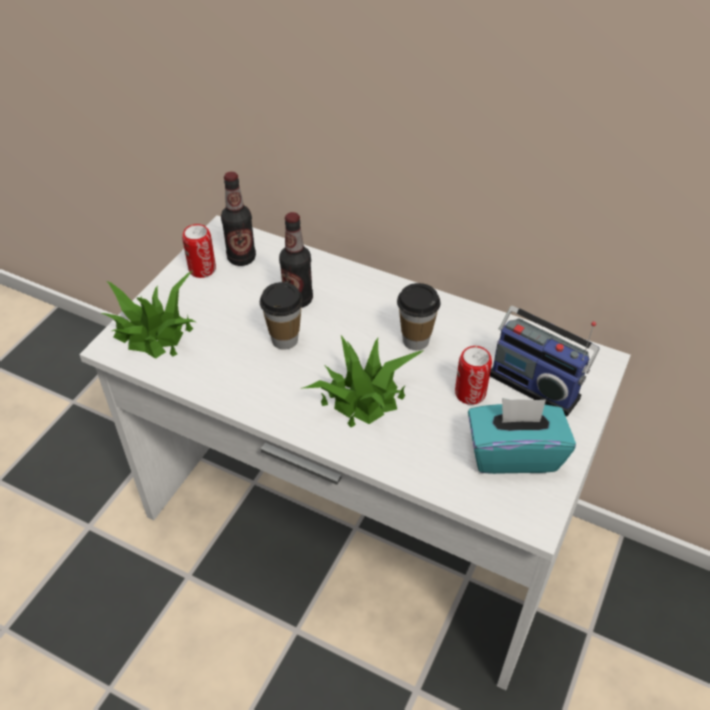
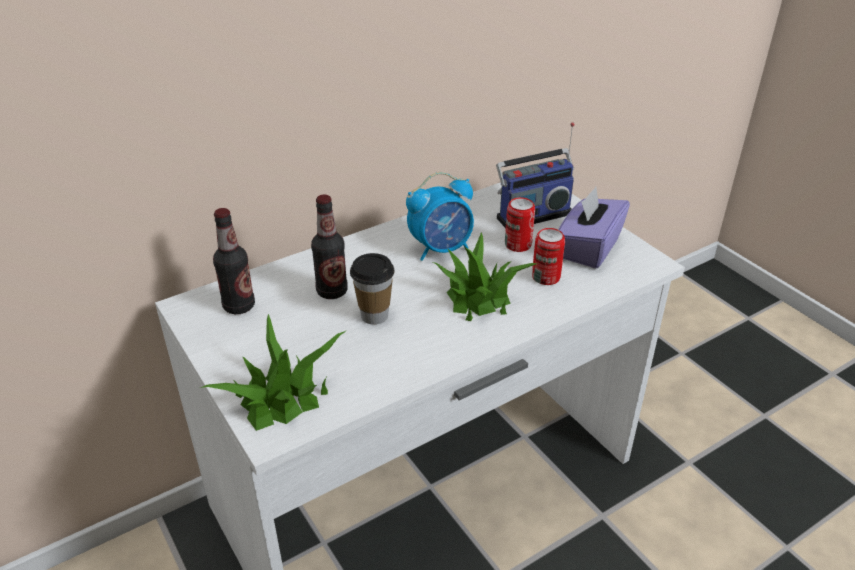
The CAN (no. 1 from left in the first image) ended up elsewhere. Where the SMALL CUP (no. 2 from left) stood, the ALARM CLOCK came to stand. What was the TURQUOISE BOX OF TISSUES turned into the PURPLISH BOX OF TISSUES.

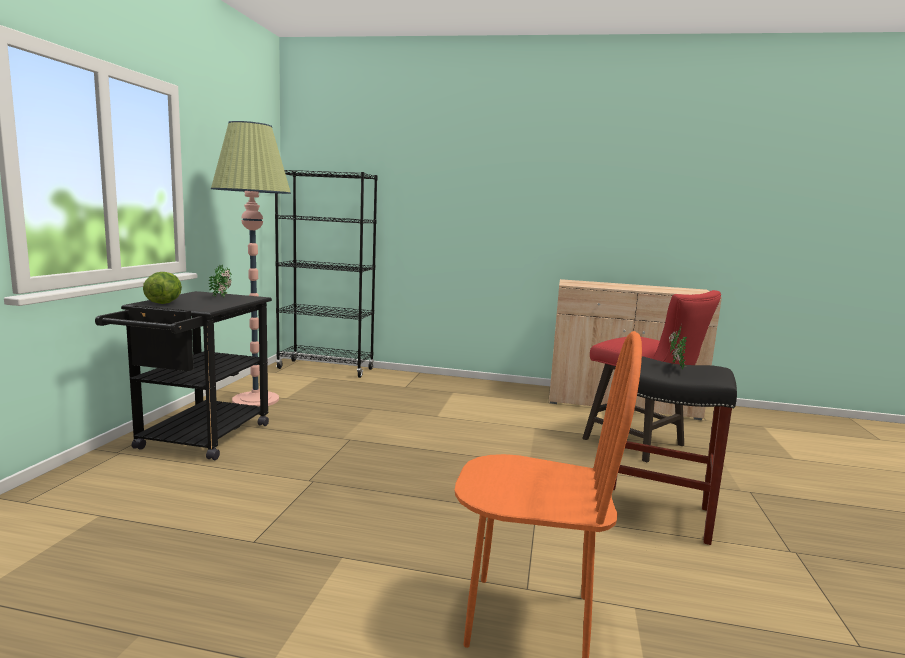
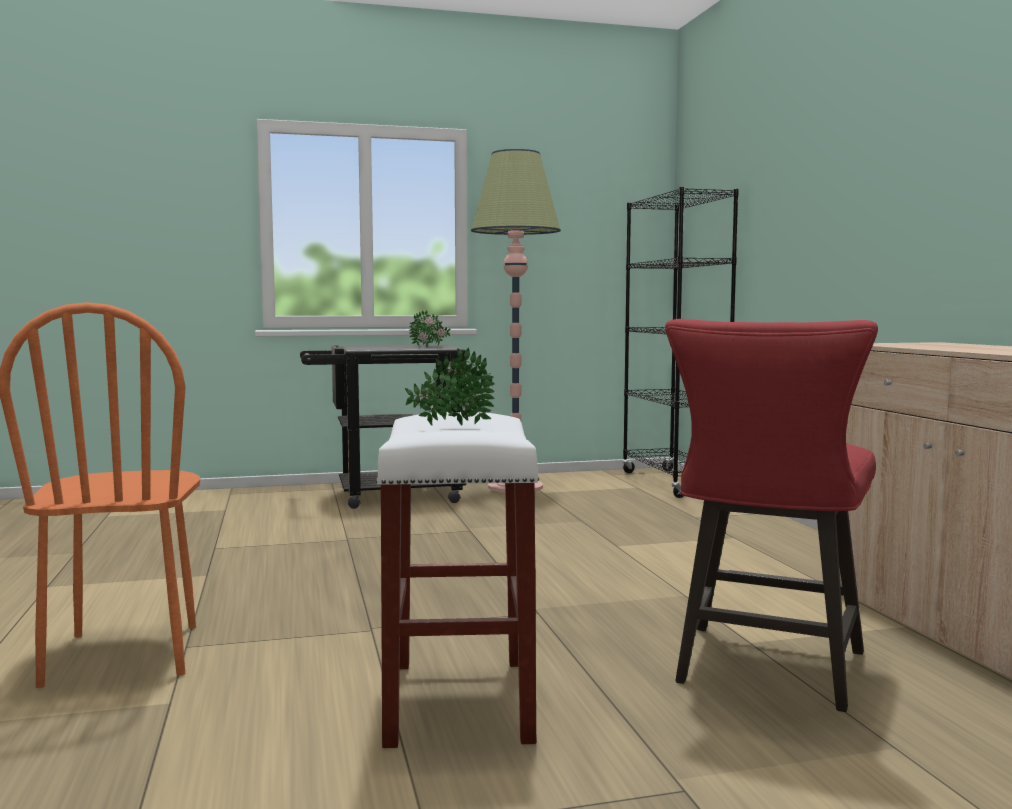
The second view lost the HEAD OF LETTUCE. What was the BLACKISH SITTING STOOL turned into the WHITE SITTING STOOL.

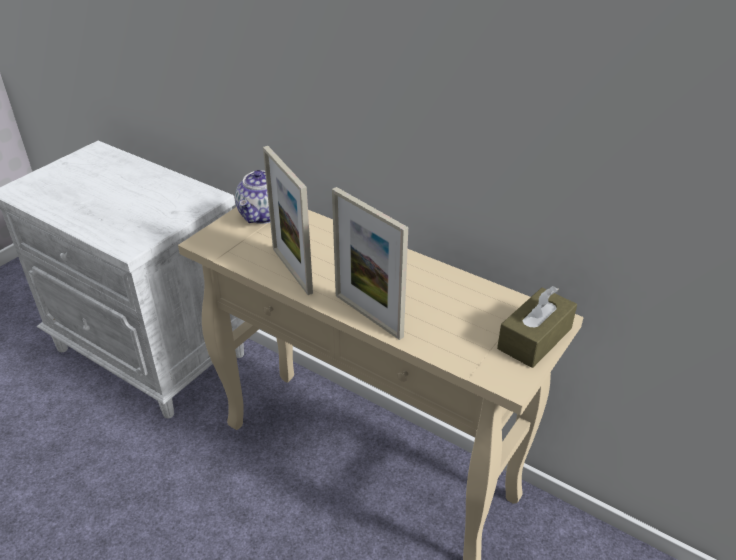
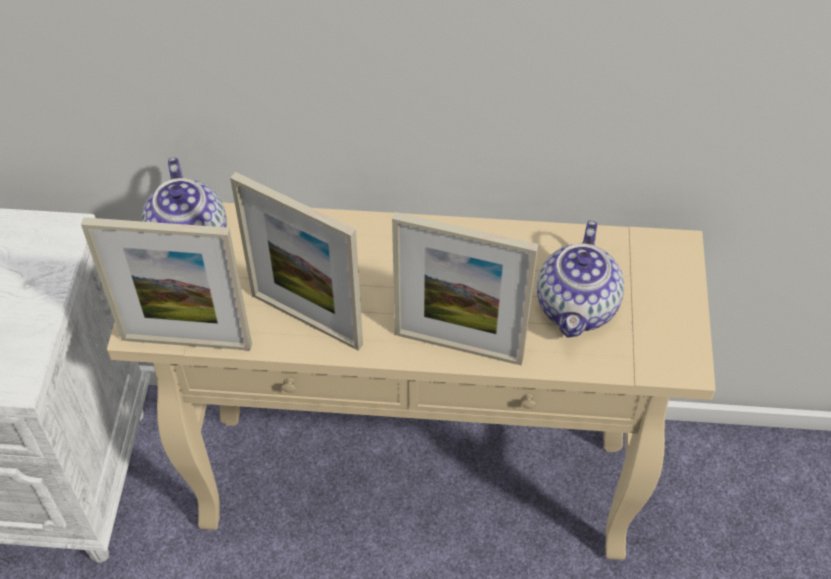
The second view lost the BROWNISH BOX OF TISSUES. The second view gained the PICTURE FRAME (no. 1 from left). The second view gained the TEAPOT (no. 2 from left).

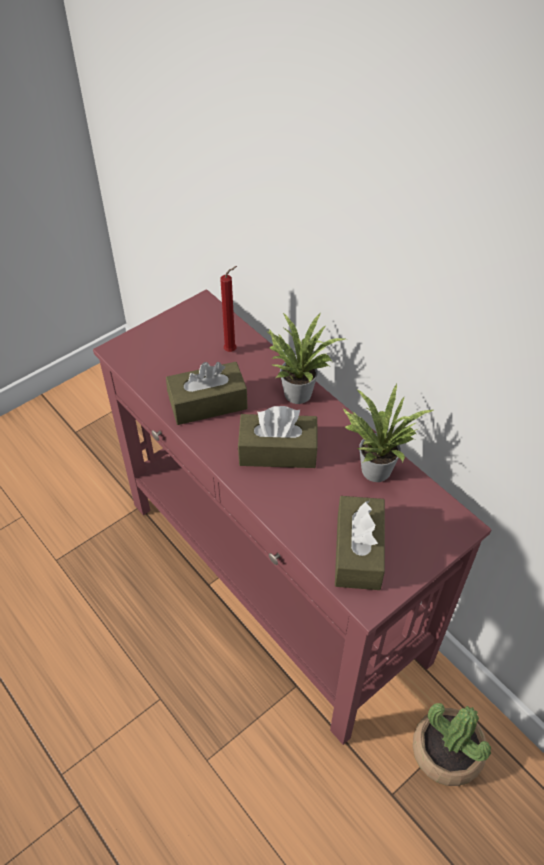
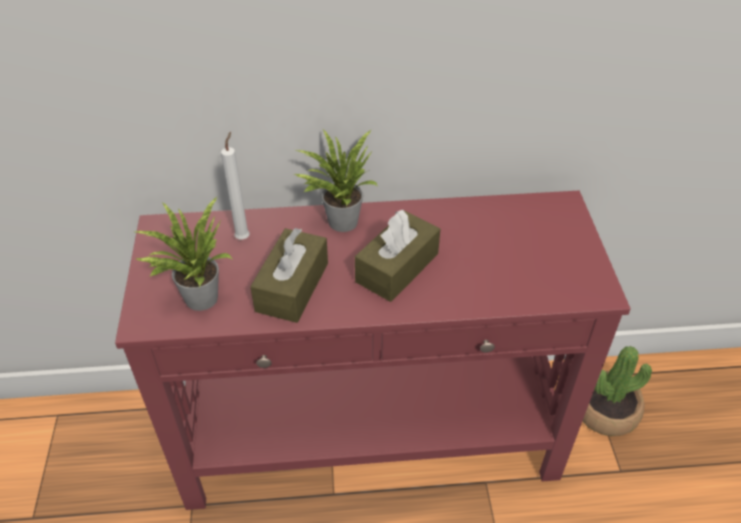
What was the REDDISH WAX LIGHT turned into the WHITE WAX LIGHT. The second view lost the BROWNISH BOX OF TISSUES (no. 3 from left). The PLANT IN A POT (no. 2 from left in the first image) ended up elsewhere.

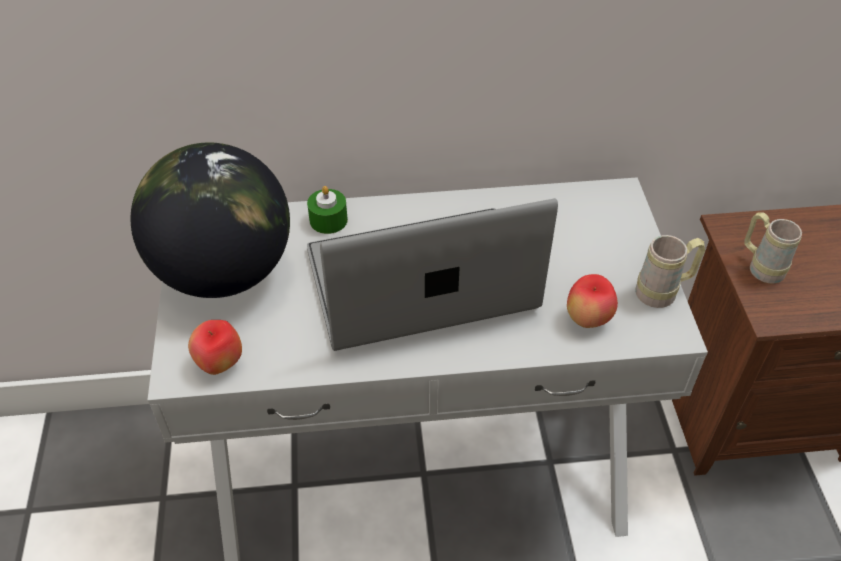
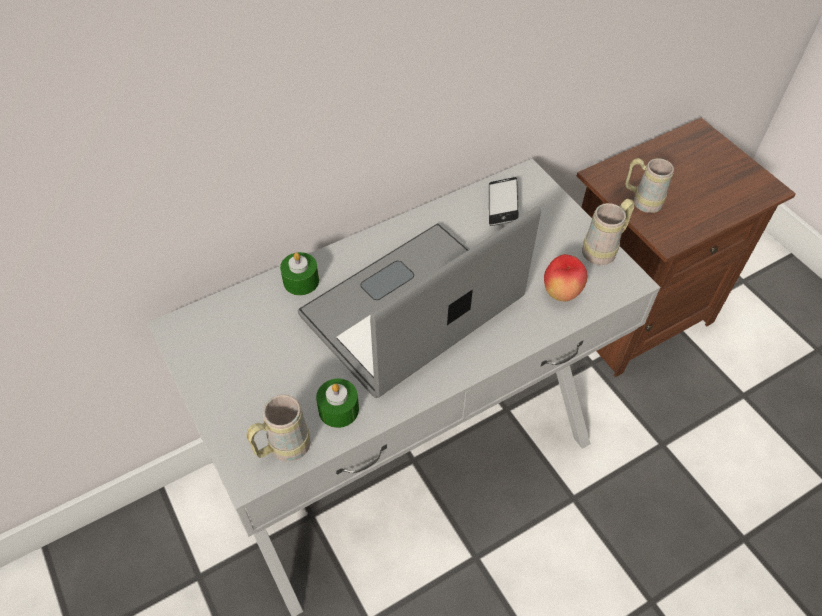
The second view lost the GLOBE. Where the APPLE FRUIT (no. 1 from left) stood, the BEIGE COFFEE MUG (no. 1 from left) came to stand. The second view gained the GREEN-COLOURED WAX LIGHT (no. 2 from left). The second view gained the TELEPHONE.

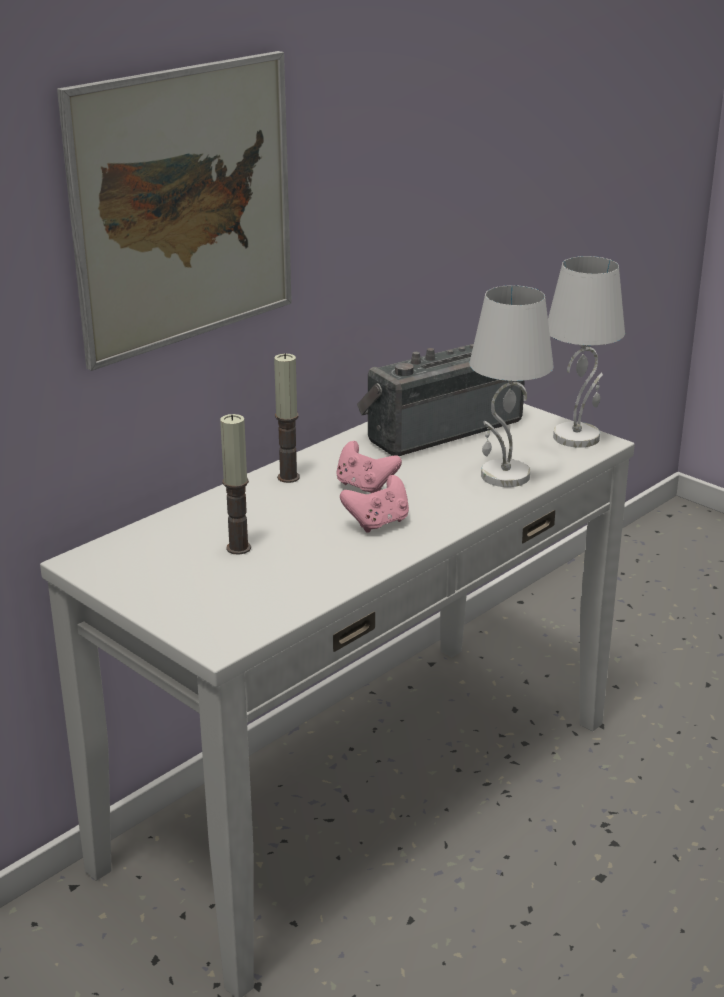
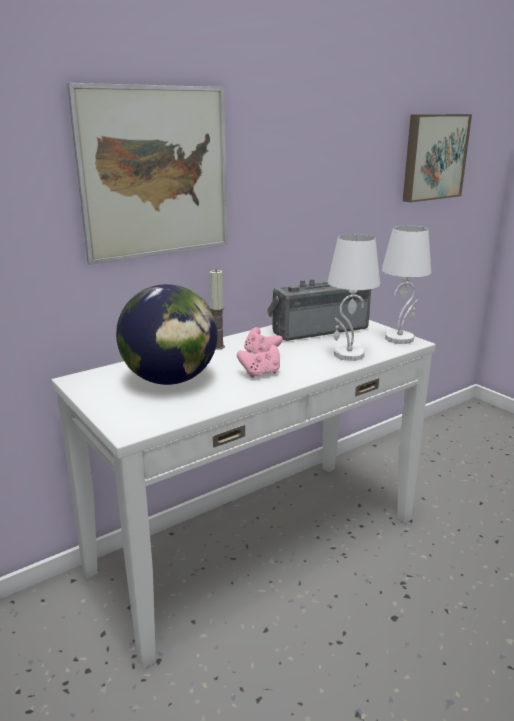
Where the WAX LIGHT (no. 1 from left) stood, the GLOBE came to stand. The second view gained the WALL PICTURE (no. 2 from left).

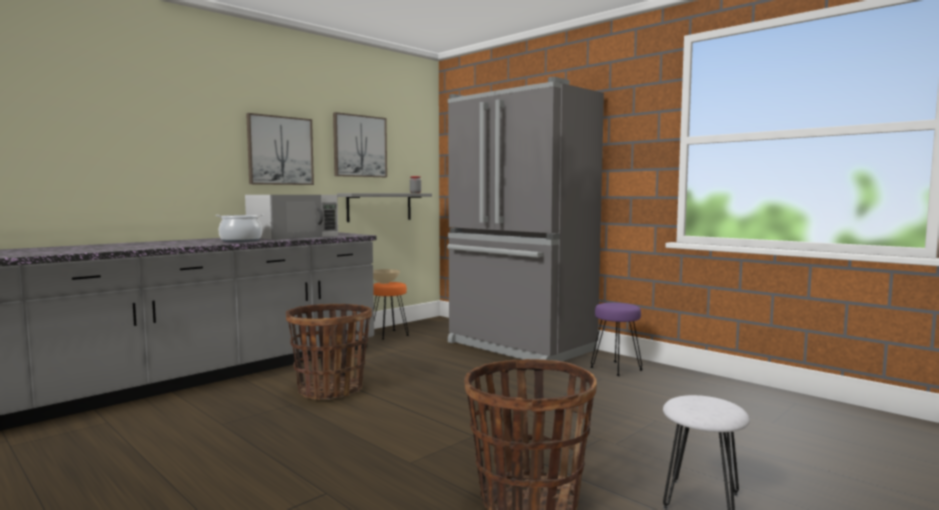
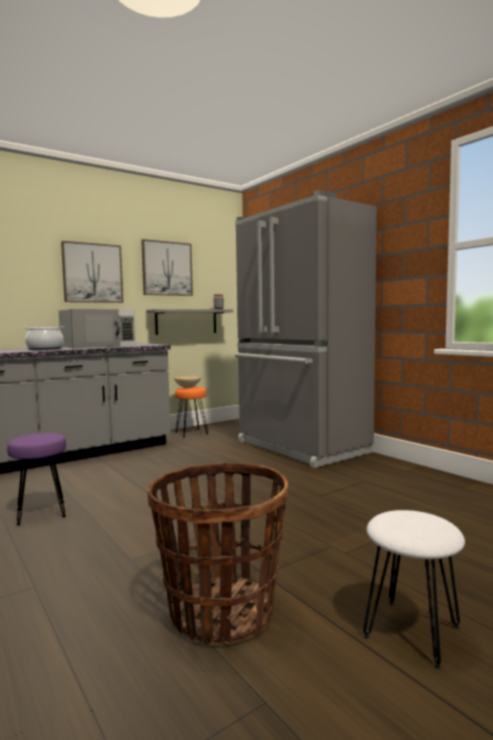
The second view lost the STORAGE BASKET (no. 1 from left). The PURPLISH SITTING STOOL ended up elsewhere.

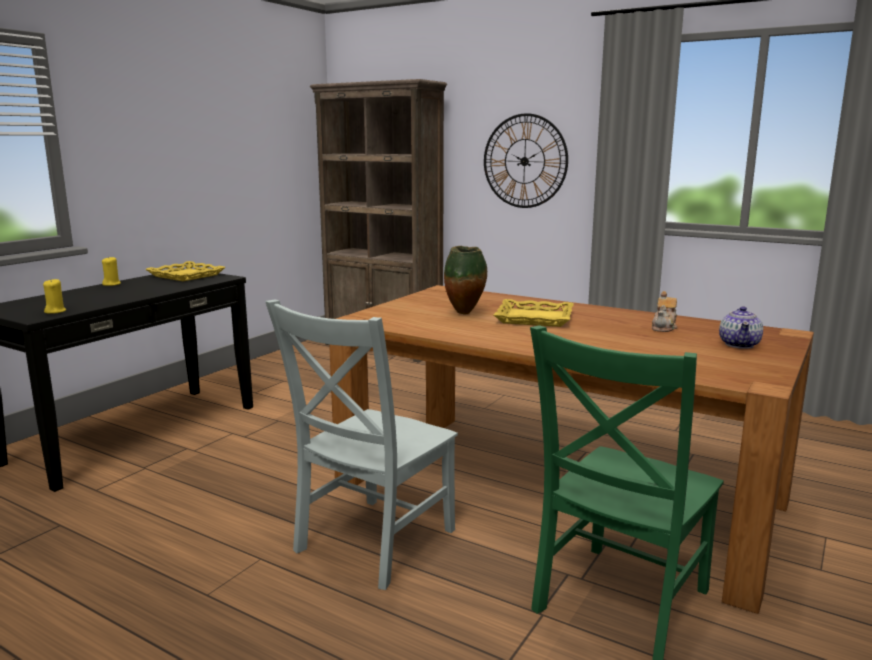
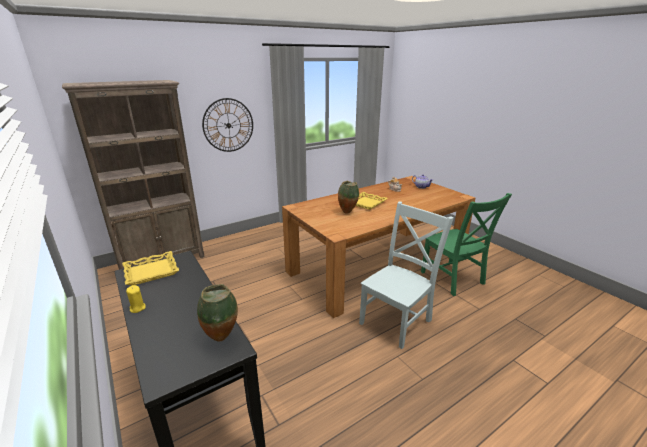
Where the YELLOW-COLOURED WAX LIGHT (no. 1 from left) stood, the DECORATIVE VASE (no. 1 from left) came to stand. The GREYISH PLAIN CHAIR ended up facing another way, 105 degrees counterclockwise from before.

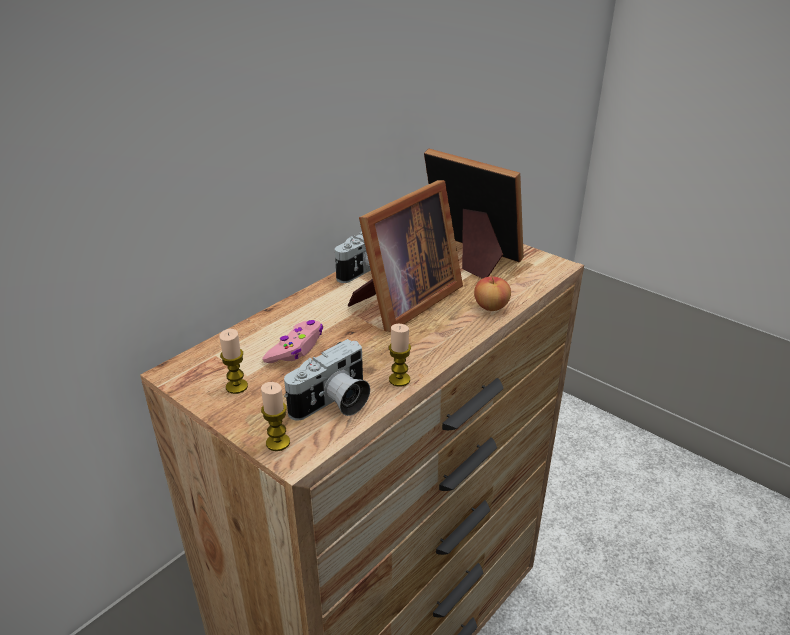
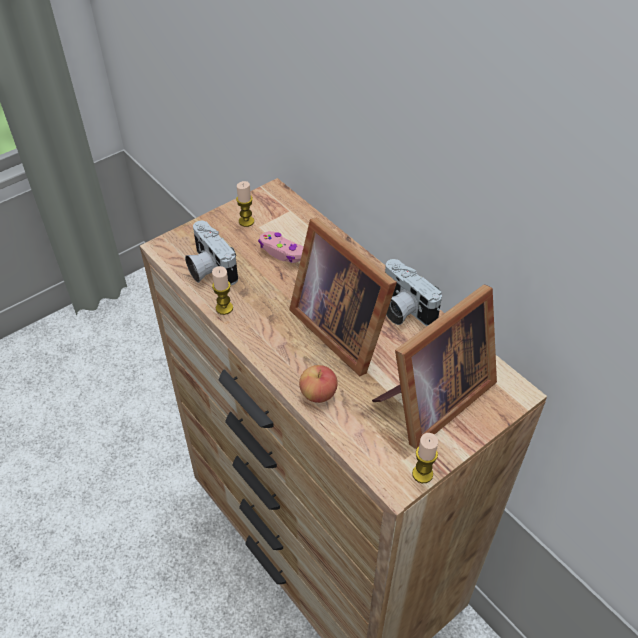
The WAX LIGHT (no. 2 from left in the first image) ended up elsewhere.

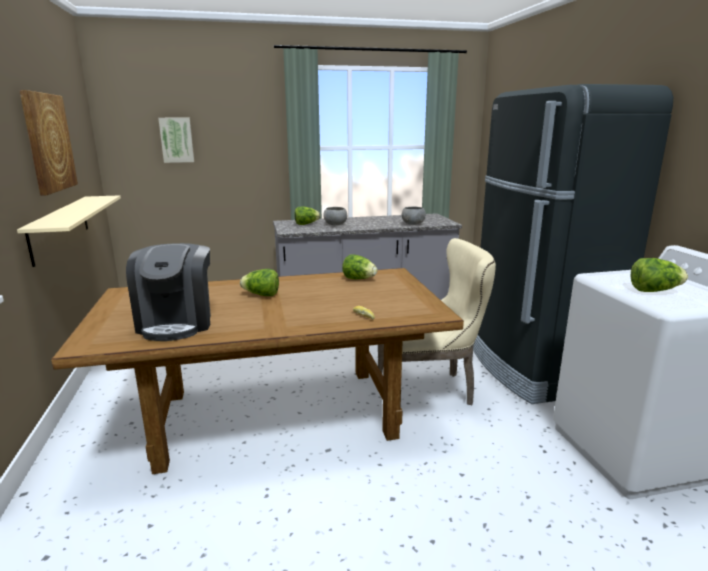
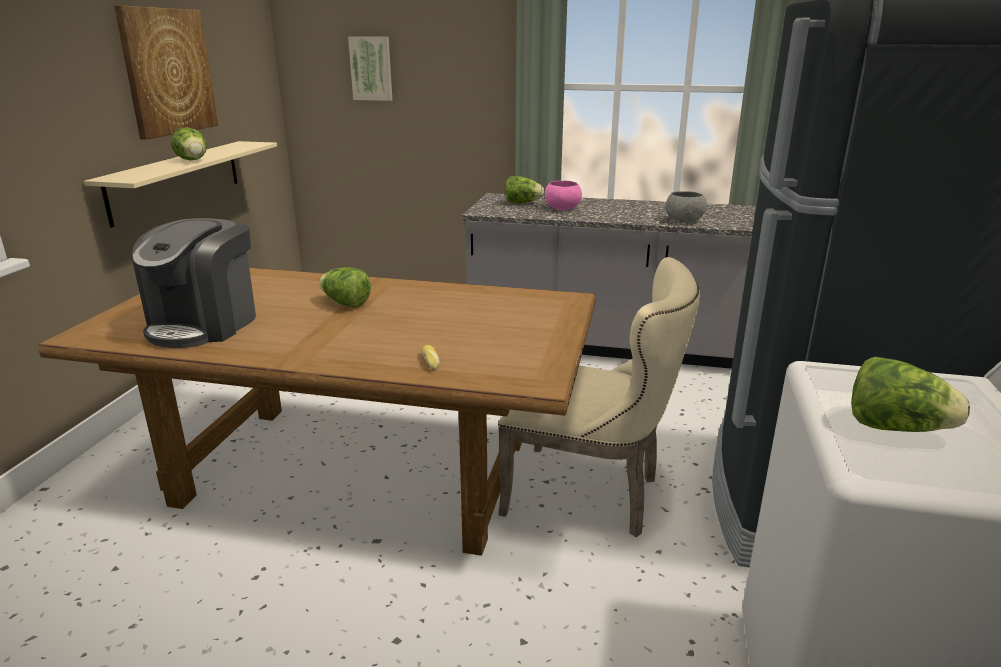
What was the GREYISH SERVING BOWL (no. 1 from left) turned into the PINK-COLOURED SERVING BOWL. The HEAD OF LETTUCE (no. 3 from left in the first image) ended up elsewhere.

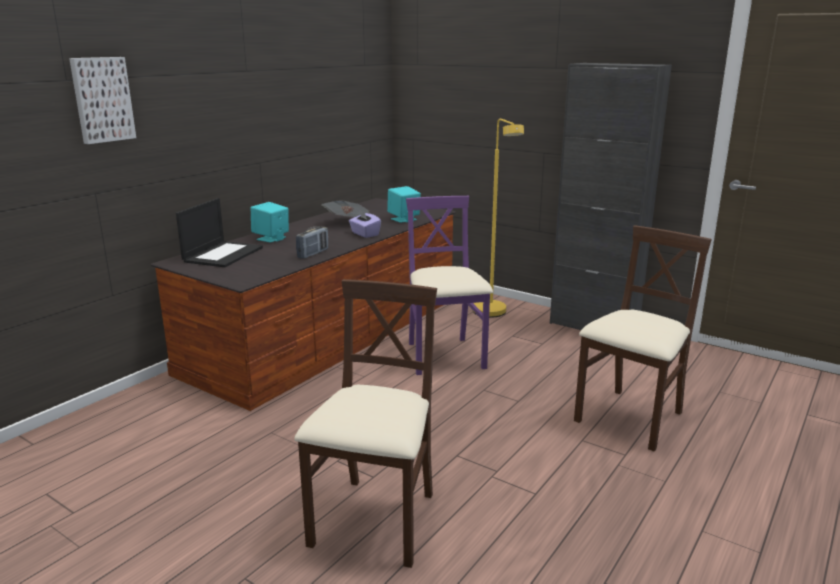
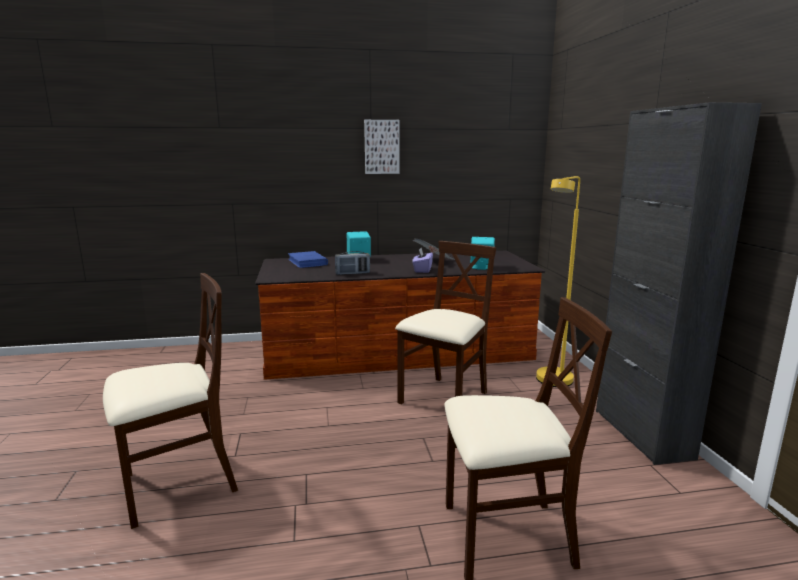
The WALL PICTURE ended up elsewhere. Where the NOTEBOOK COMPUTER stood, the BLUE-COLOURED BOOK came to stand. What was the PURPLISH PLAIN CHAIR turned into the BEIGE PLAIN CHAIR (no. 2 from left).

